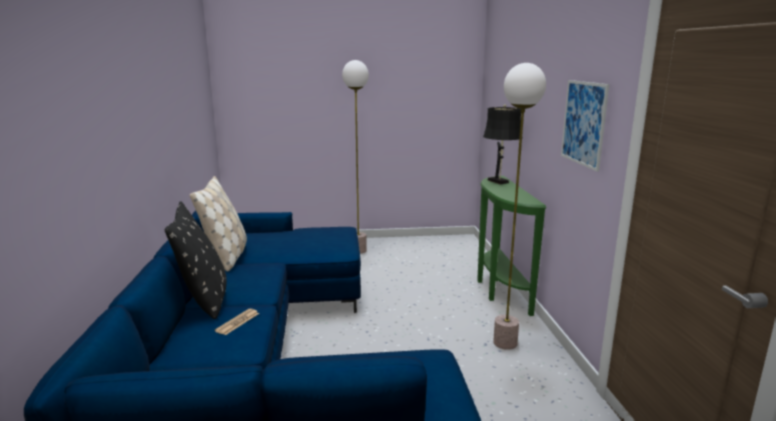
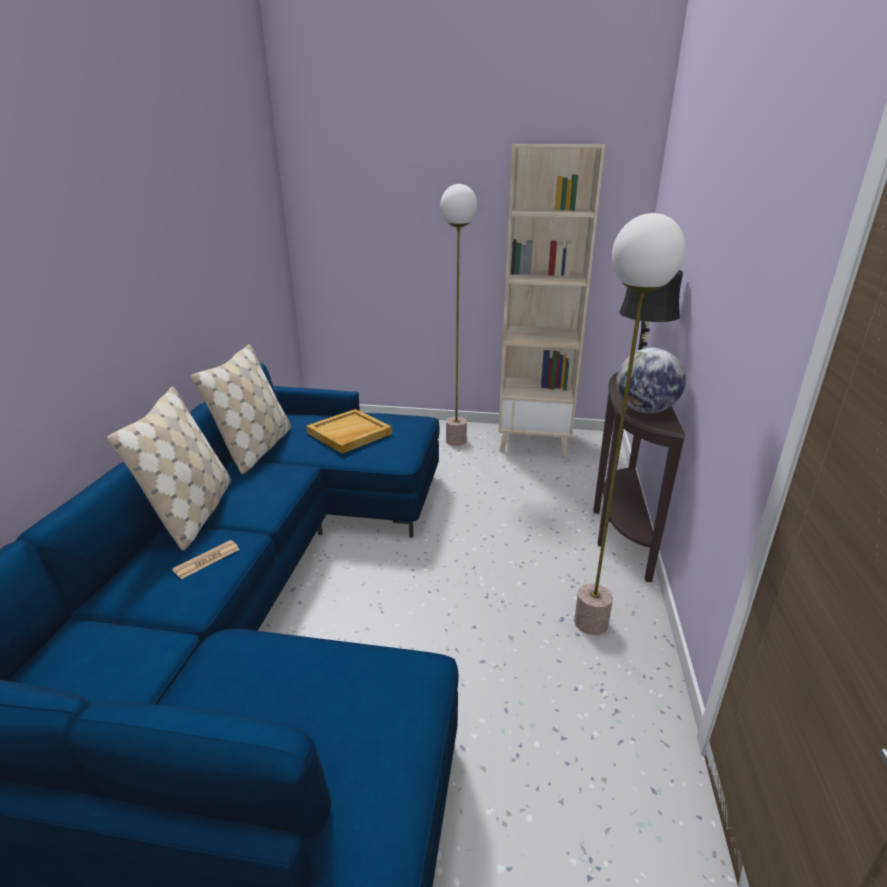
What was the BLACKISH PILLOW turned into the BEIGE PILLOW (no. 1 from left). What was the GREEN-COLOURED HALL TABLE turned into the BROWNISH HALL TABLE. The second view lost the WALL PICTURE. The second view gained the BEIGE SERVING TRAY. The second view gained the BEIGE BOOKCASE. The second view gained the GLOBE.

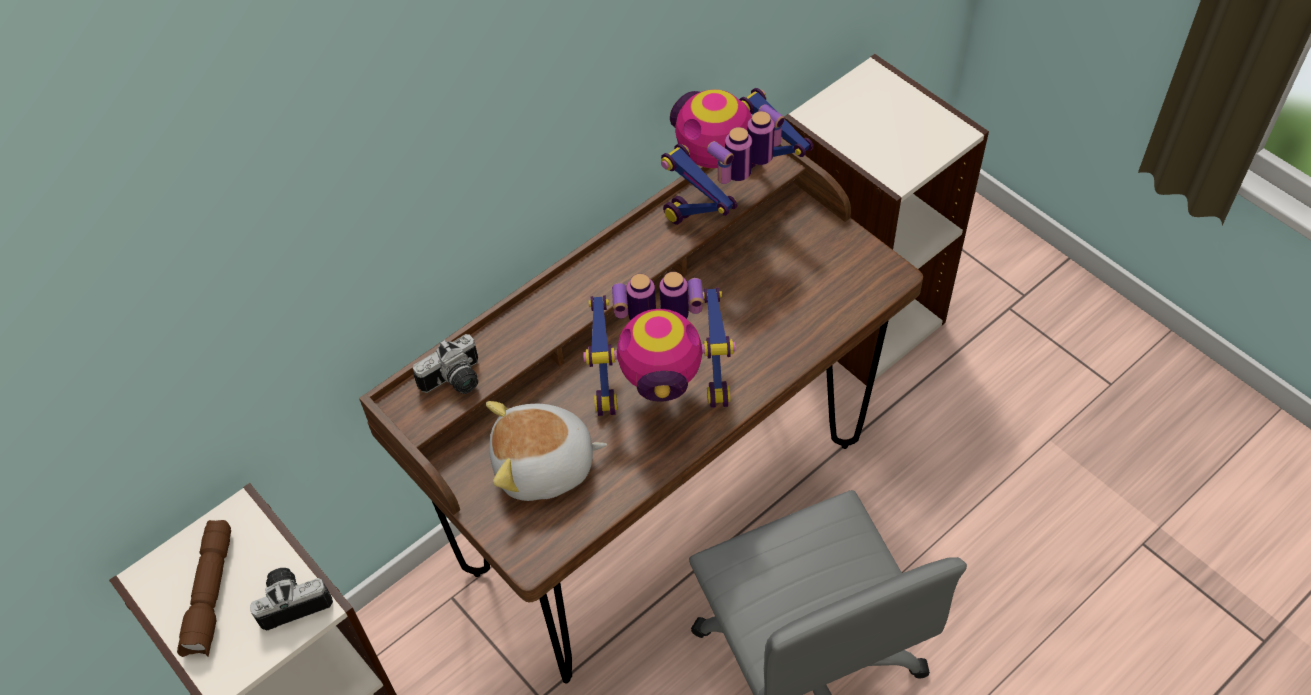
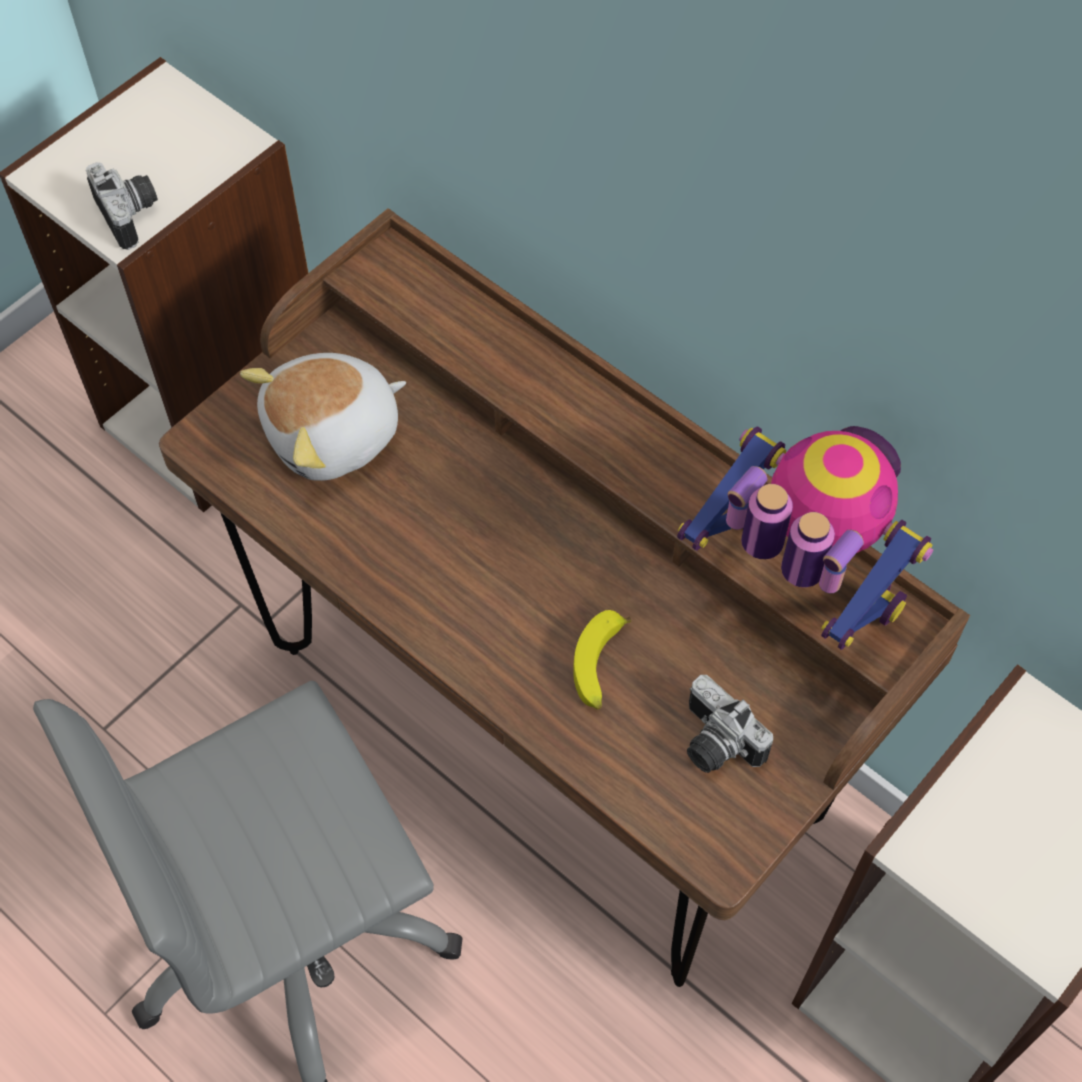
The second view lost the BROWNISH TORCH. The STILL CAMERA (no. 2 from left) ended up elsewhere. The SOFT TOY ended up facing another way, 105 degrees counterclockwise from before. The second view lost the TOY ROBOT (no. 1 from left). The second view gained the BANANA FRUIT.

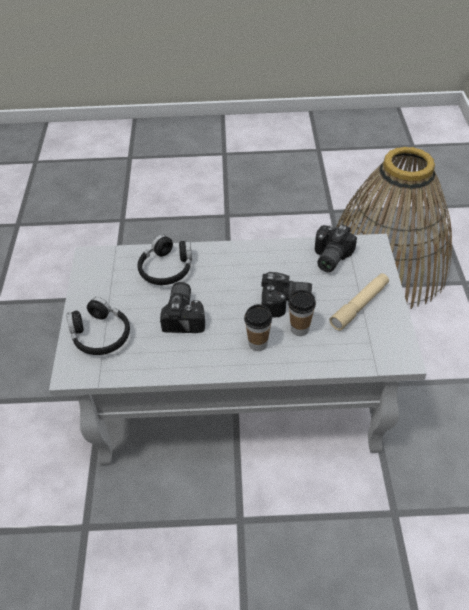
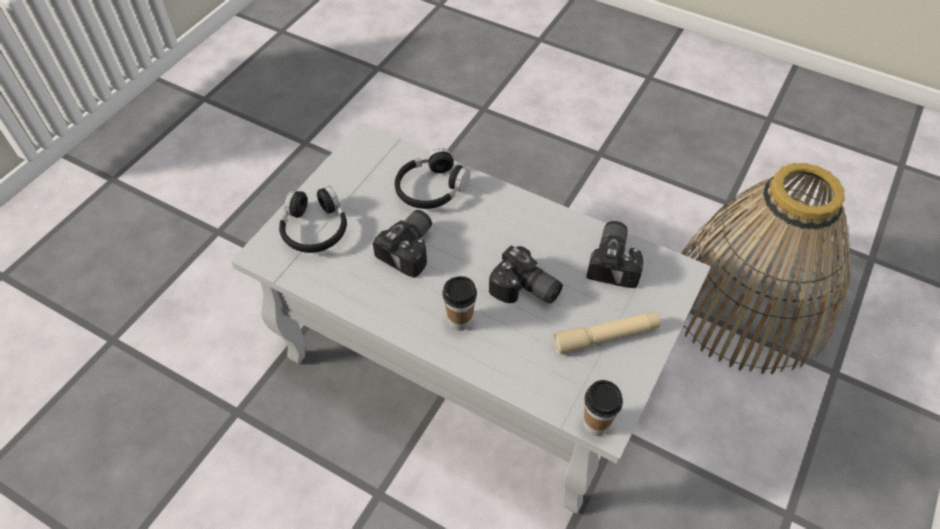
The SMALL CUP (no. 2 from left) ended up elsewhere. The STILL CAMERA (no. 3 from left) ended up facing another way, 135 degrees clockwise from before.

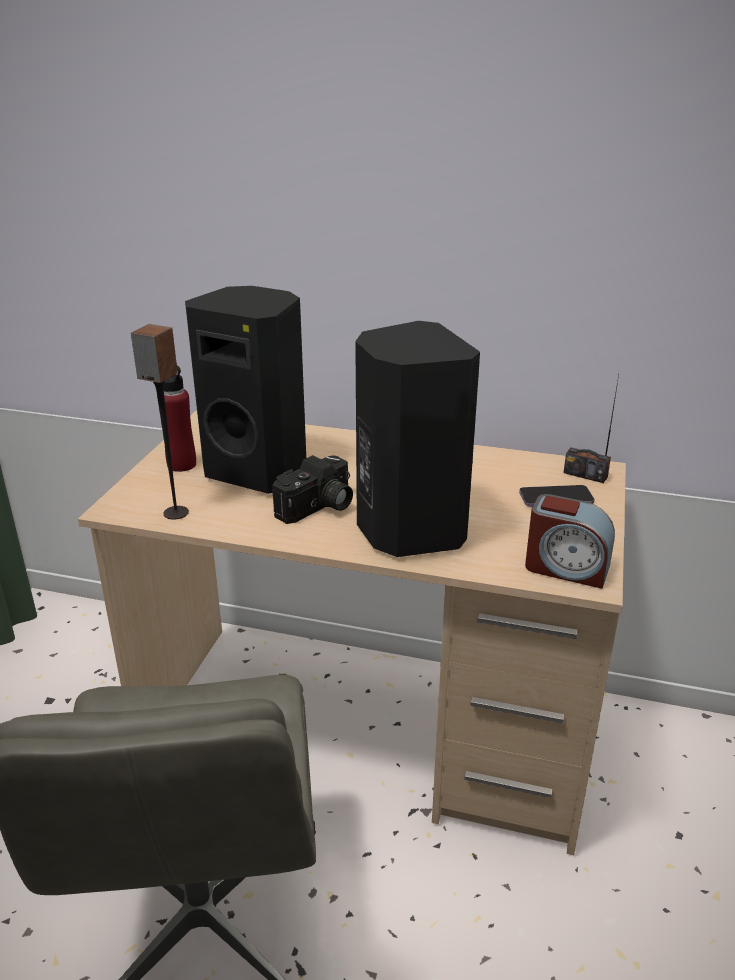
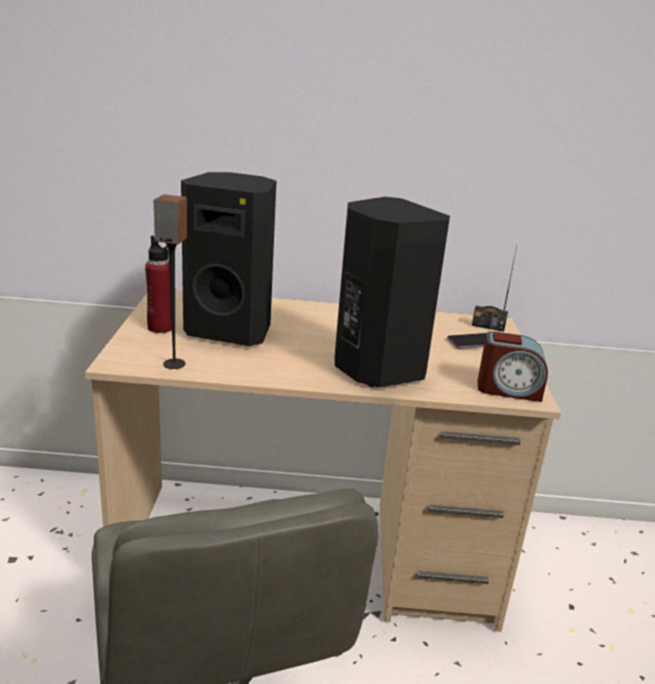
The second view lost the STILL CAMERA.

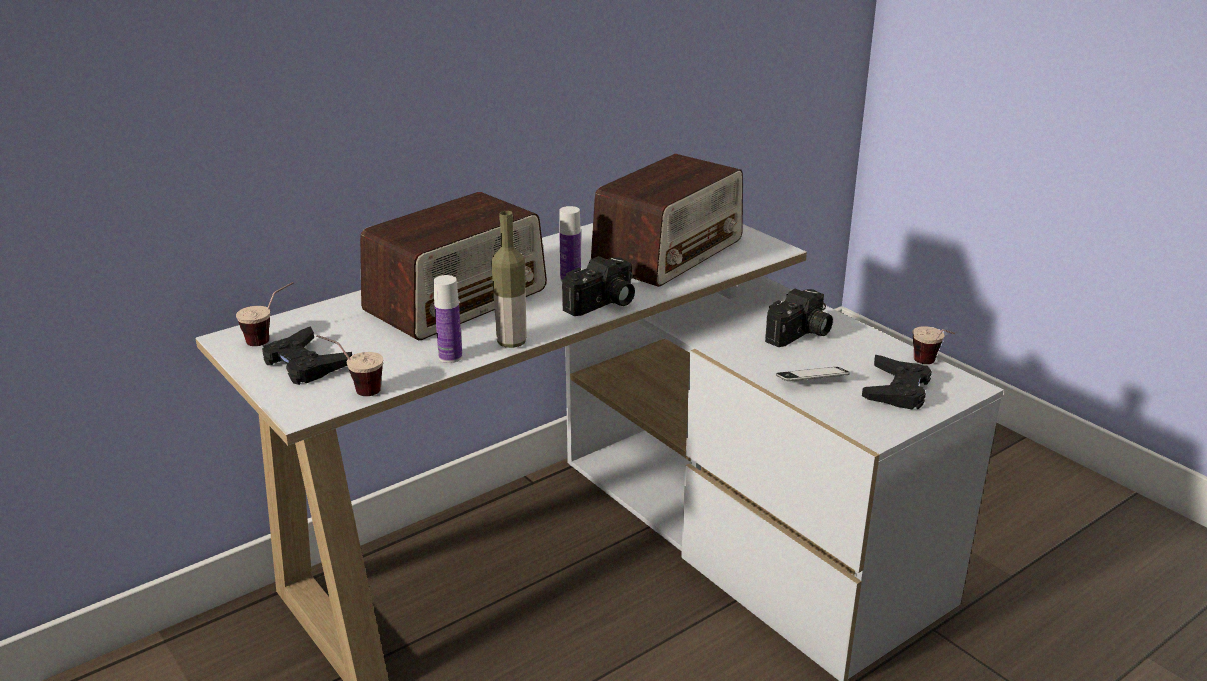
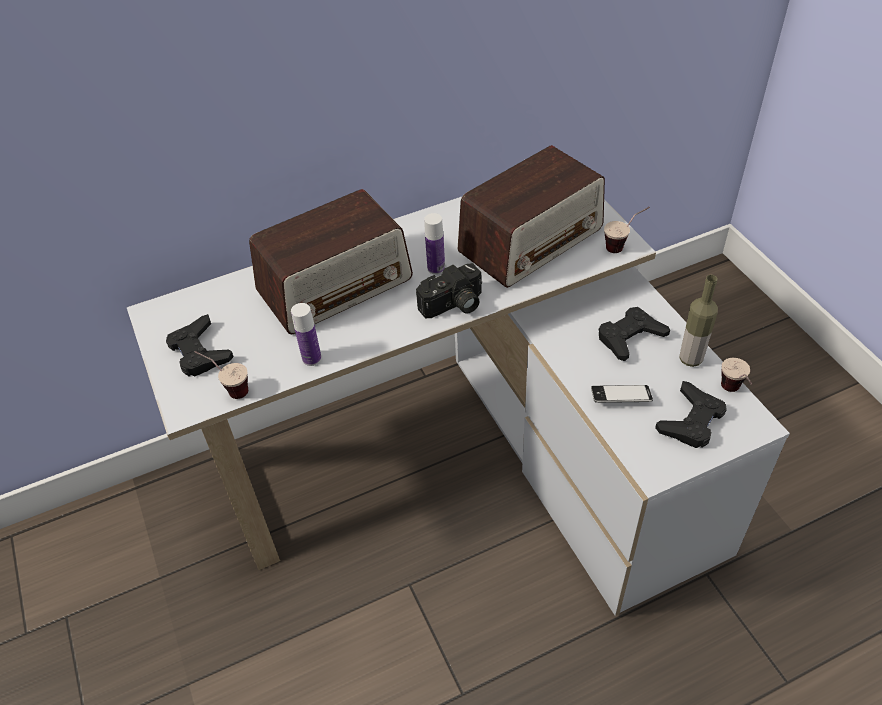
The SMALL CUP (no. 1 from left in the first image) ended up elsewhere. The BOTTLE (no. 2 from left in the first image) ended up elsewhere. Where the STILL CAMERA (no. 2 from left) stood, the BLACKISH JOYPAD (no. 2 from left) came to stand.

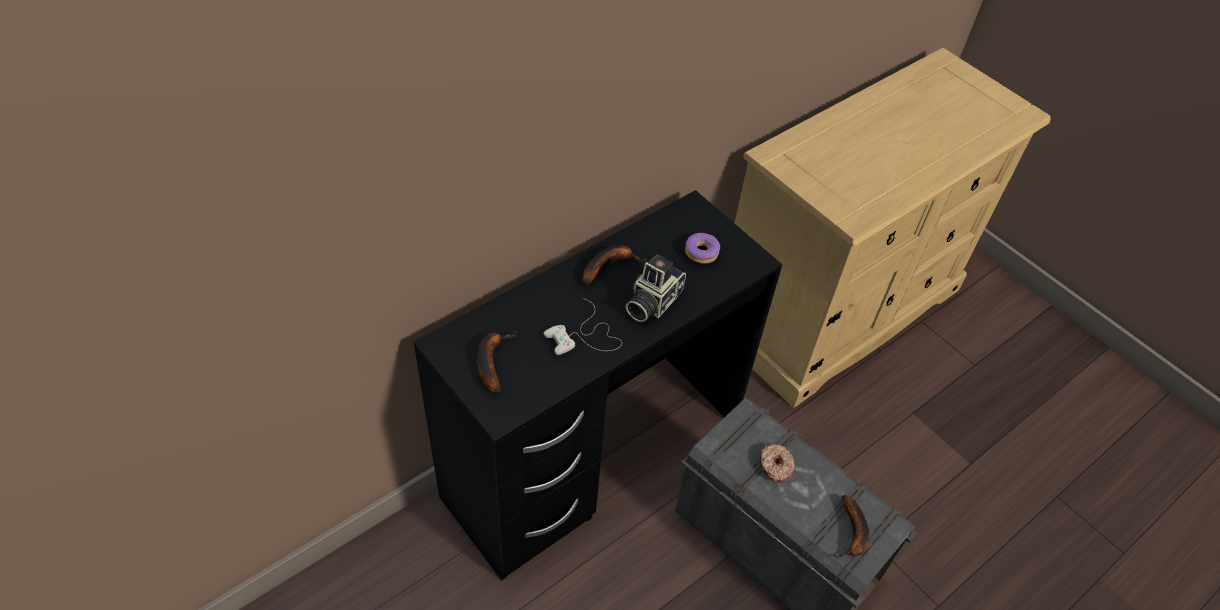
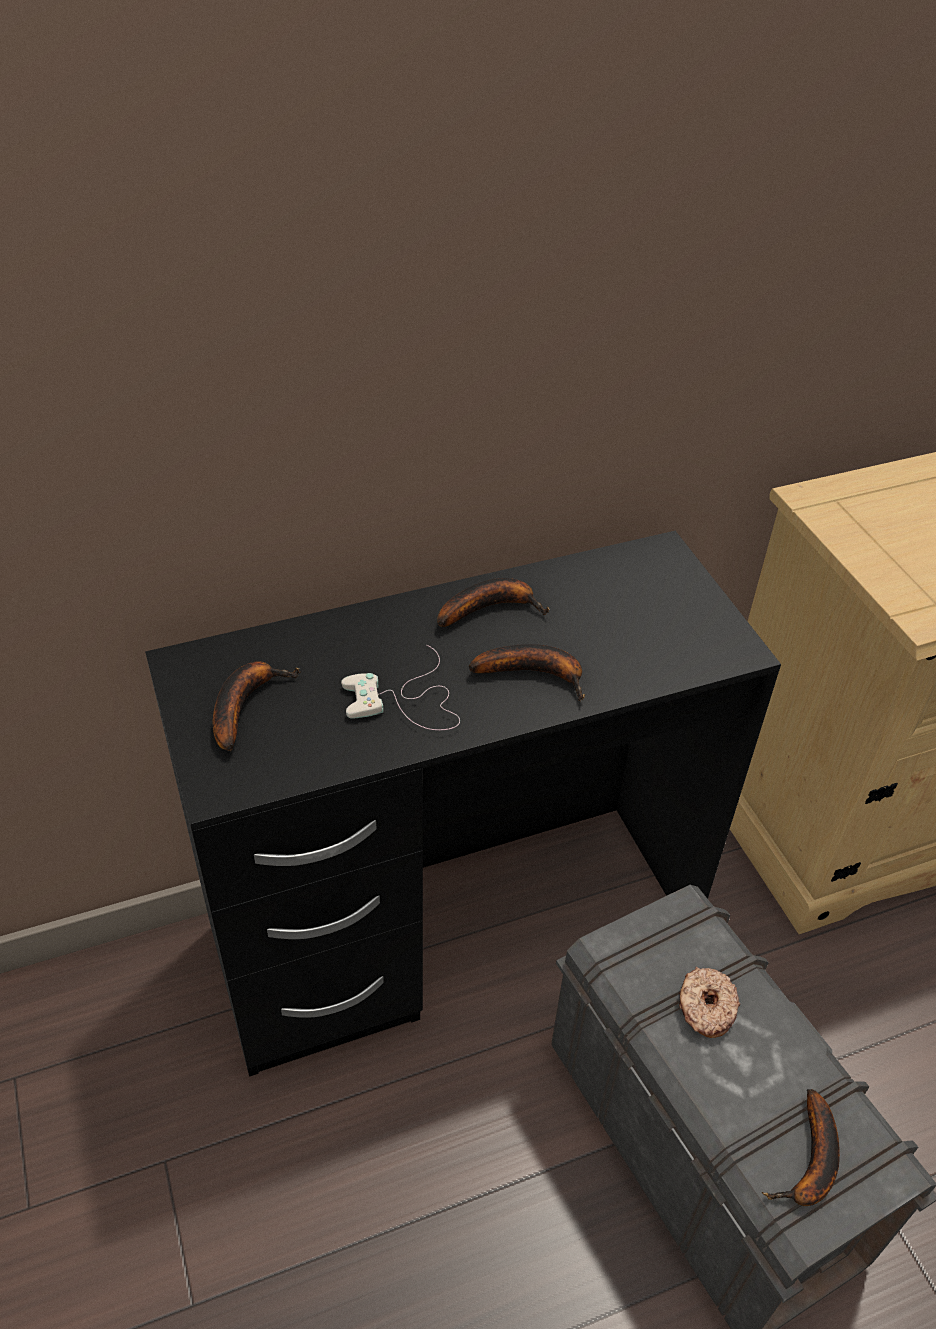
Where the STILL CAMERA stood, the BANANA FRUIT (no. 3 from left) came to stand. The second view lost the DONUT (no. 1 from left).

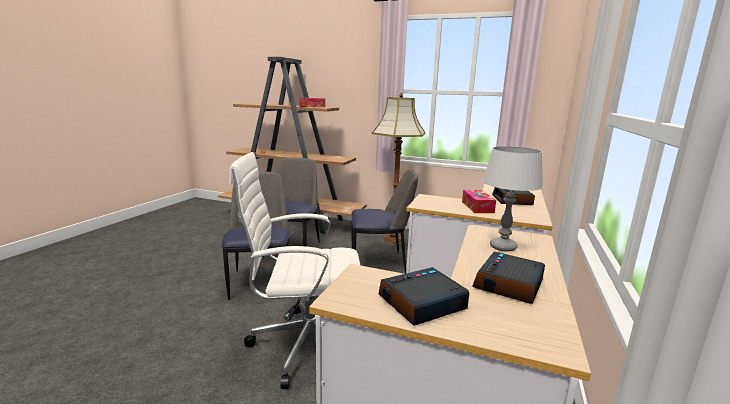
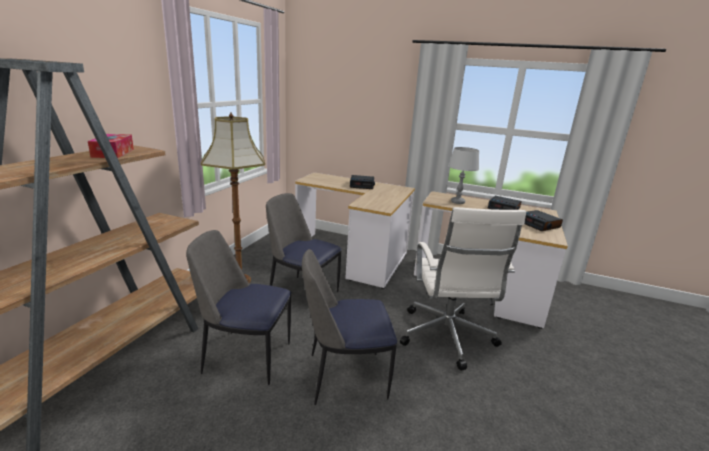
The PLAIN CHAIR (no. 3 from left in the first image) ended up facing another way, 60 degrees counterclockwise from before. The second view lost the BOX OF TISSUES (no. 2 from left).

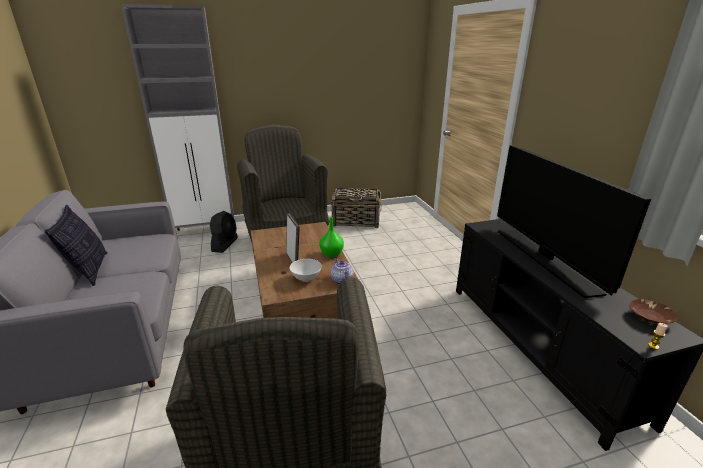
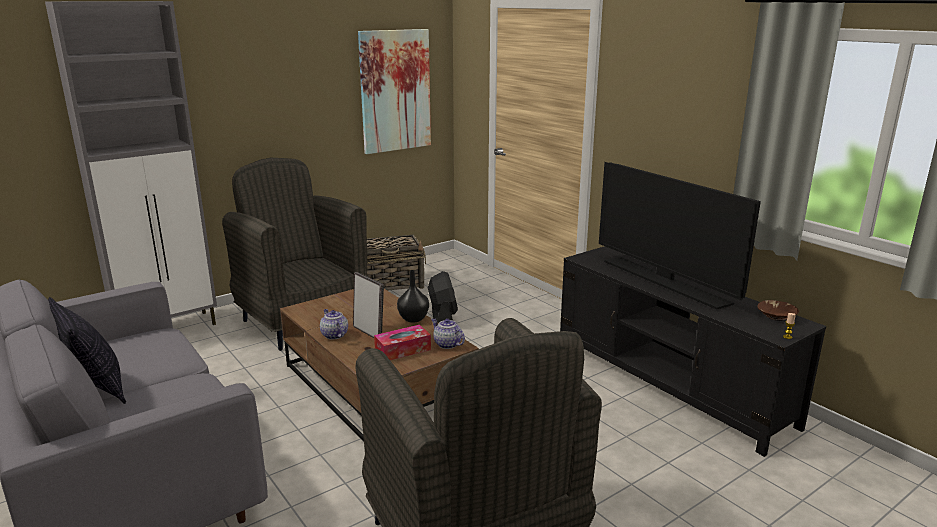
The BLACKISH FAN ended up elsewhere. Where the WHITE SERVING BOWL stood, the BOX OF TISSUES came to stand. What was the GREEN-COLOURED DECORATIVE VASE turned into the BLACKISH DECORATIVE VASE. The second view gained the TEAPOT (no. 1 from left). The second view gained the WALL PICTURE.

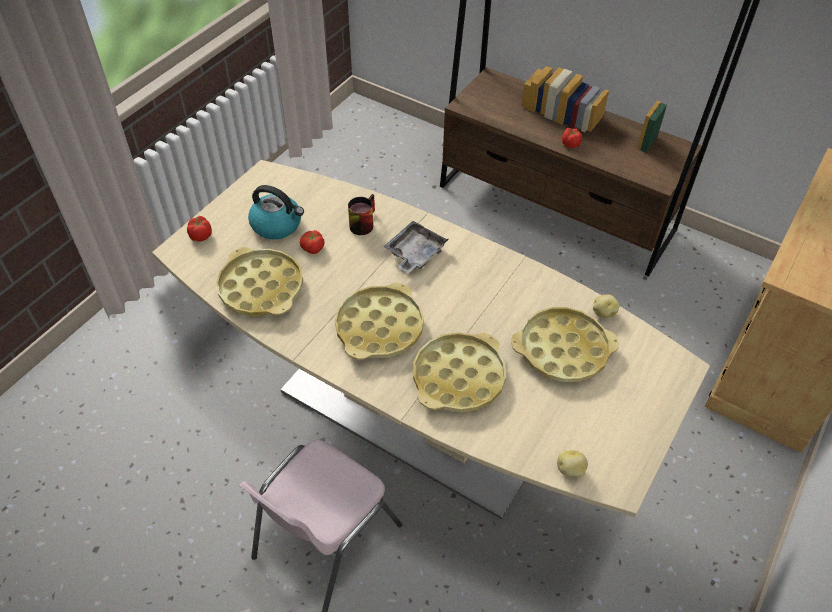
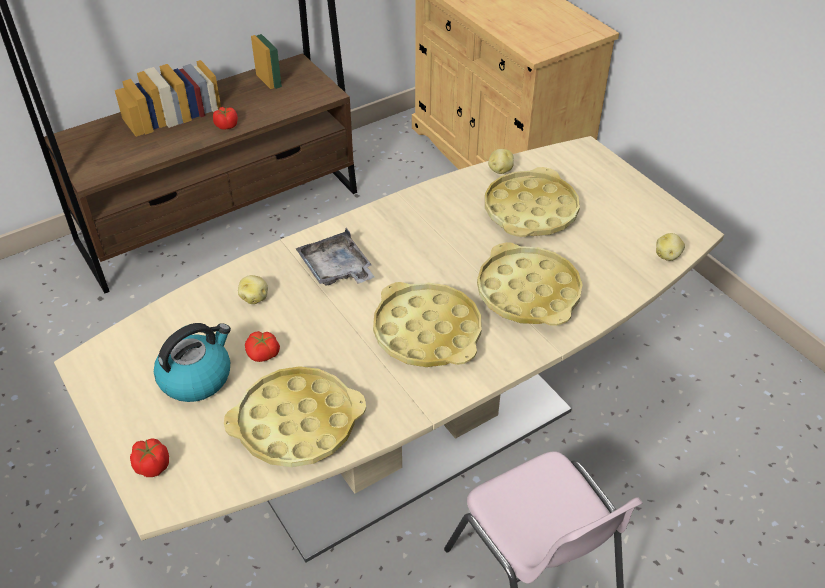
Where the COFFEE MUG stood, the WHOLE POTATO (no. 1 from left) came to stand.

